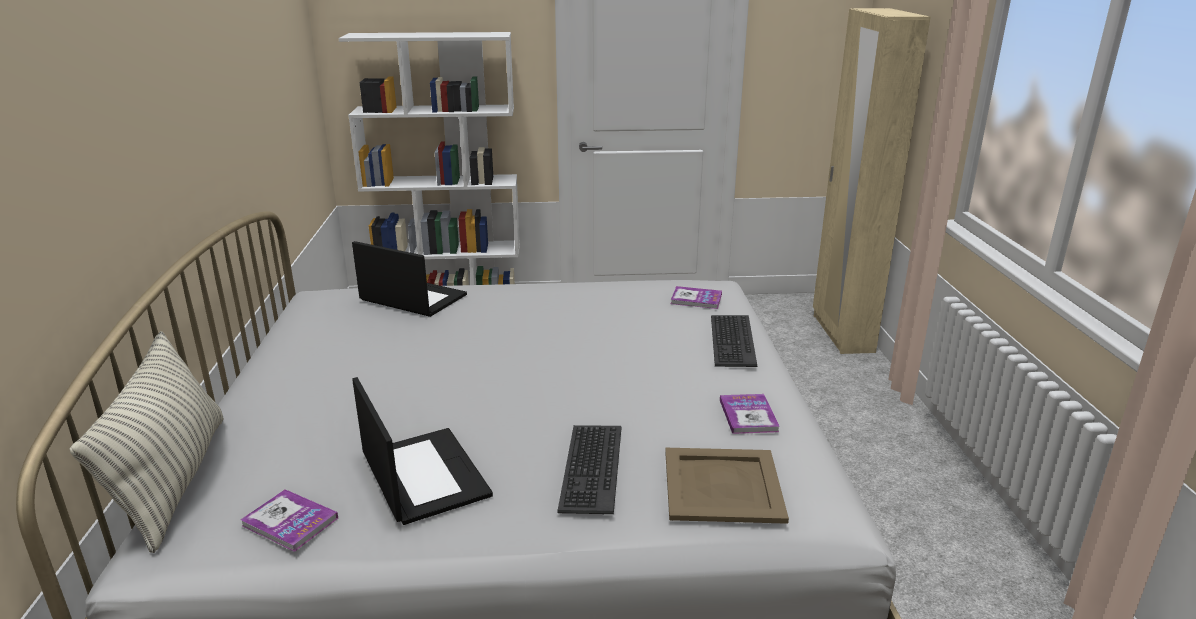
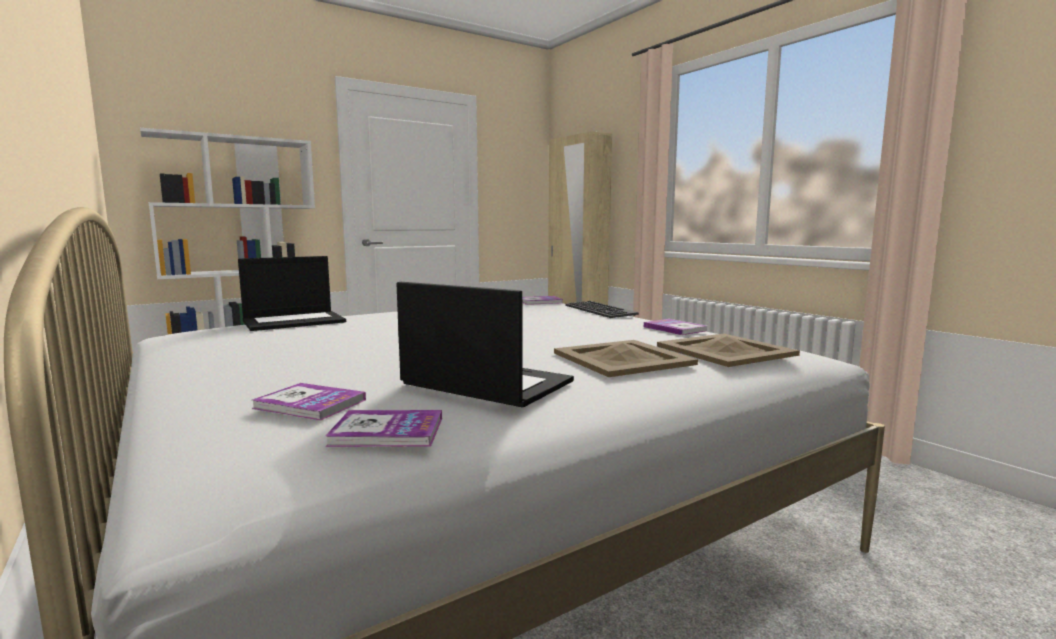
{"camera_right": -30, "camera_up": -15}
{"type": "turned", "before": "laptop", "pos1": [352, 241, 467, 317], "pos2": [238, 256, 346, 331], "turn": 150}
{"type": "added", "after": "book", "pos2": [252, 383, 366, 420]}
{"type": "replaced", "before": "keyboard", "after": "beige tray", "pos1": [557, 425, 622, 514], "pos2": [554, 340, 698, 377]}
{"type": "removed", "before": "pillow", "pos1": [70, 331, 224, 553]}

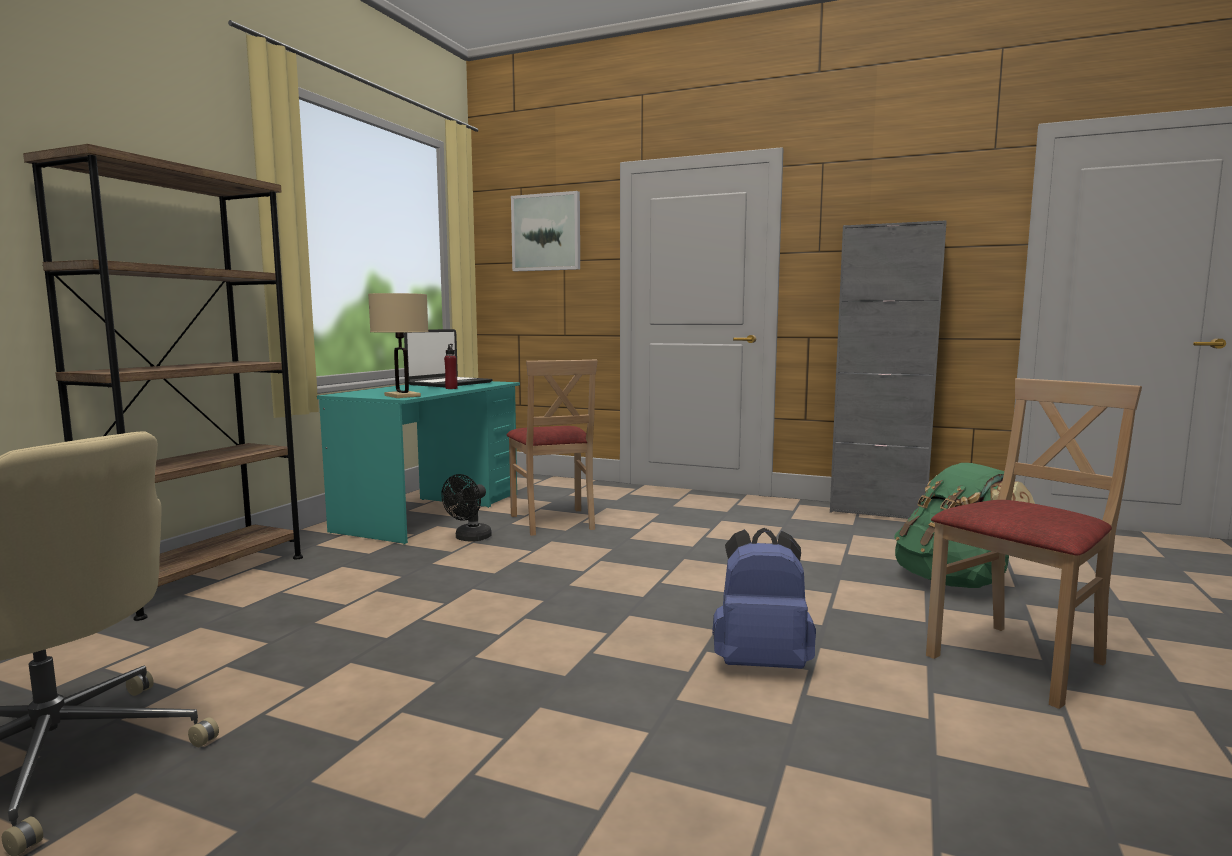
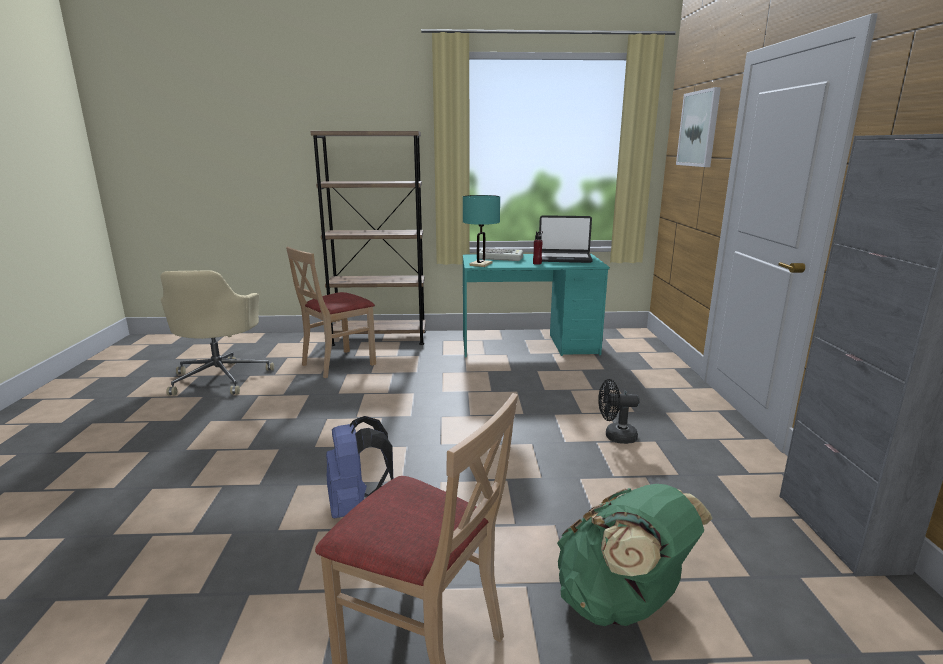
{"camera_right": 65, "camera_up": 10}
{"type": "moved", "before": "beige chair", "pos1": [507, 360, 598, 536], "pos2": [286, 247, 376, 378]}
{"type": "recoloured", "before": "beige table lamp", "after": "turquoise table lamp", "pos1": [368, 293, 428, 398], "pos2": [463, 195, 500, 267]}
{"type": "added", "after": "keyboard", "pos2": [479, 248, 523, 261]}
{"type": "moved", "before": "black fan", "pos1": [441, 474, 492, 542], "pos2": [598, 379, 639, 444]}

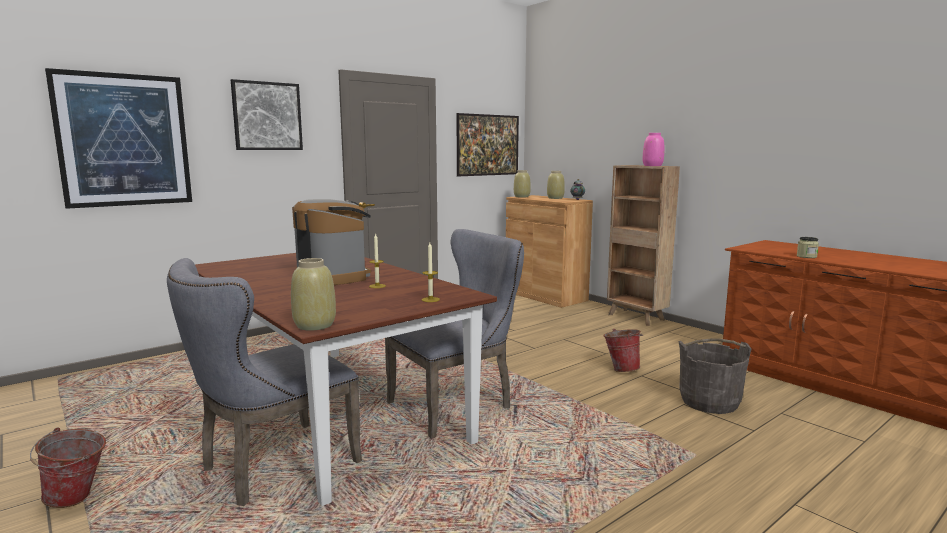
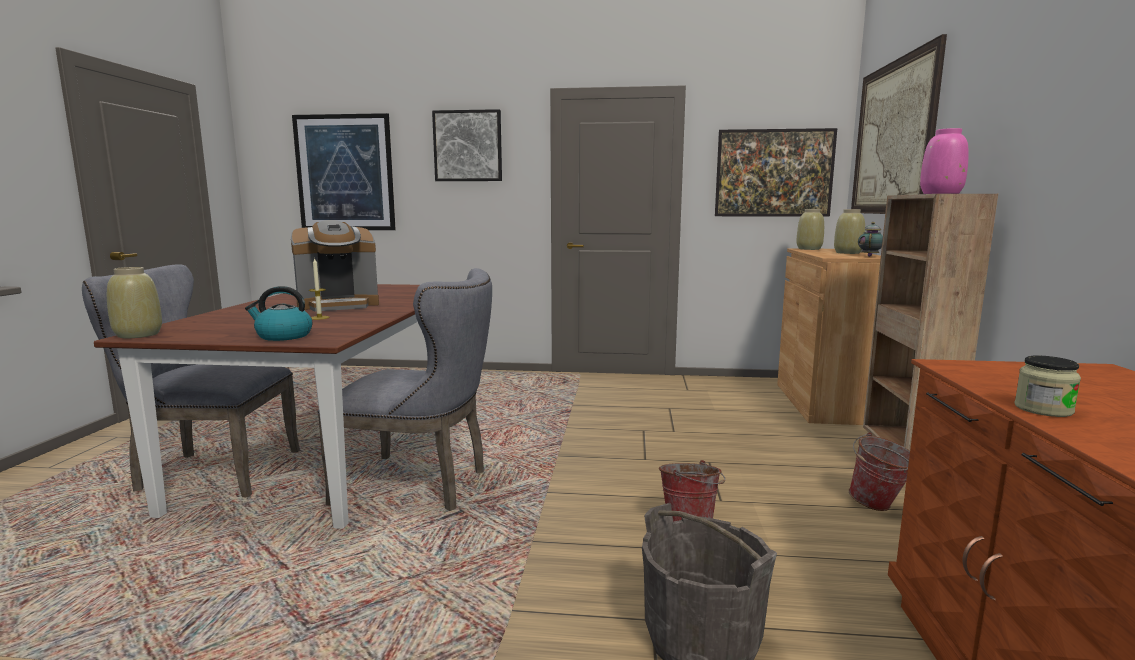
{"camera_right": 45, "camera_up": 0}
{"type": "replaced", "before": "candle", "after": "kettle", "pos1": [422, 243, 440, 302], "pos2": [245, 286, 312, 341]}
{"type": "turned", "before": "coffee machine", "pos1": [292, 199, 371, 285], "pos2": [291, 220, 379, 312], "turn": 60}
{"type": "moved", "before": "bucket", "pos1": [30, 427, 106, 508], "pos2": [849, 432, 910, 511]}
{"type": "added", "after": "picture", "pos2": [851, 34, 947, 214]}

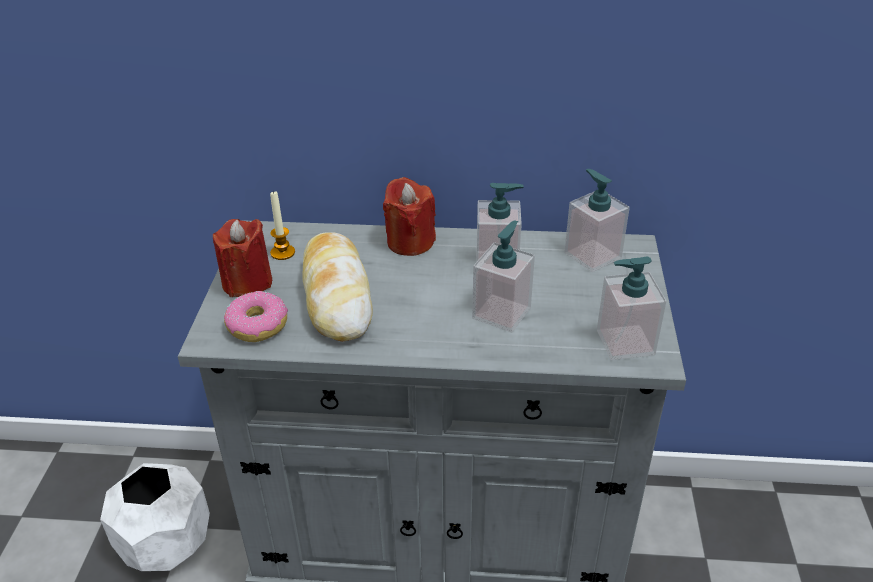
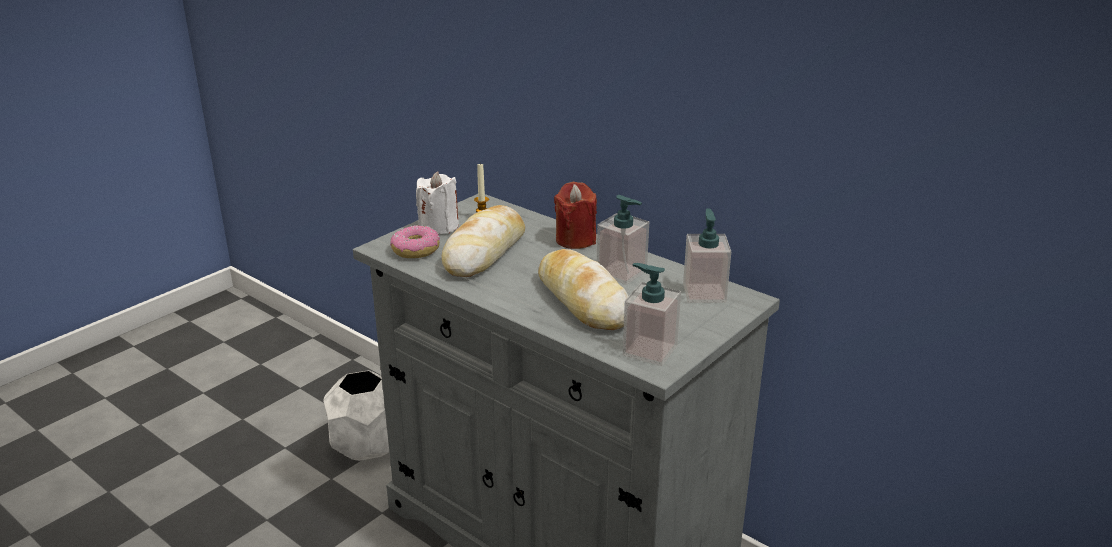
{"camera_right": 35, "camera_up": -10}
{"type": "recoloured", "before": "red candle", "after": "white candle", "pos1": [213, 219, 272, 297], "pos2": [416, 172, 459, 234]}
{"type": "replaced", "before": "soap dispenser", "after": "bread", "pos1": [472, 220, 535, 332], "pos2": [538, 249, 628, 330]}

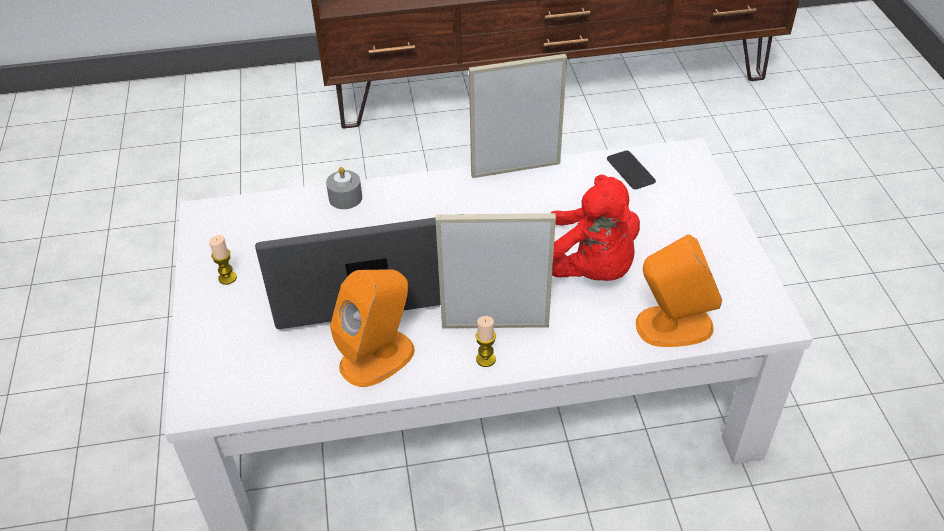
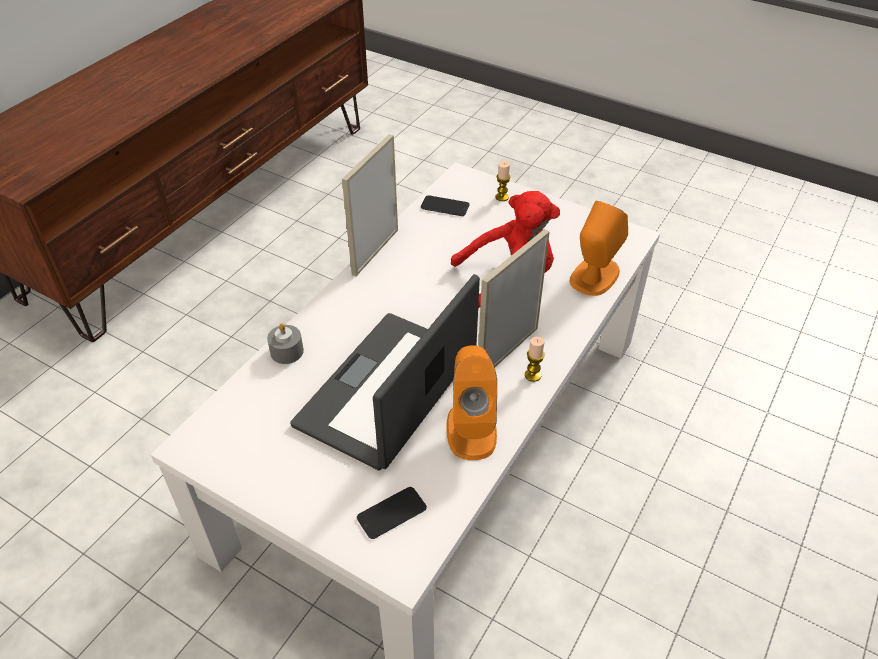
{"camera_right": -50, "camera_up": 0}
{"type": "added", "after": "phone", "pos2": [357, 487, 427, 539]}
{"type": "moved", "before": "candle", "pos1": [209, 235, 237, 285], "pos2": [496, 161, 511, 201]}

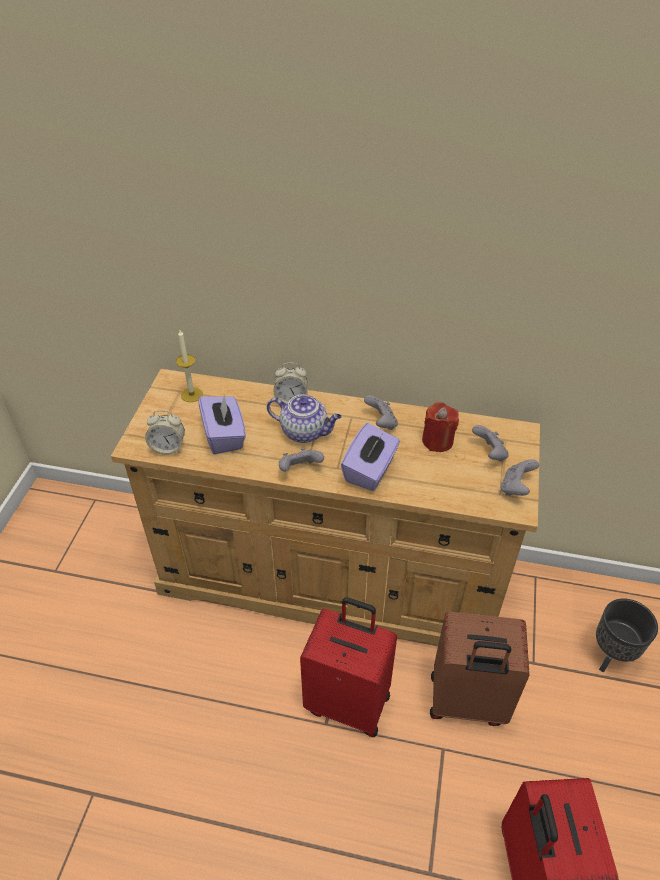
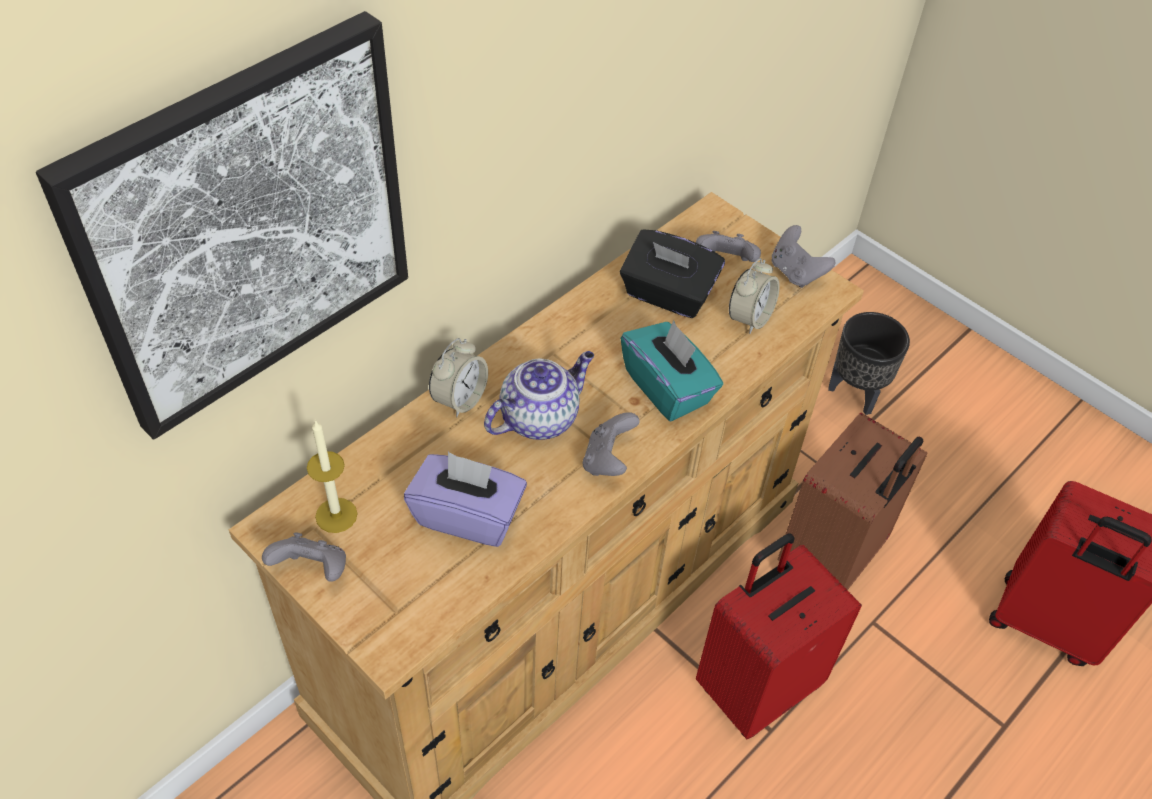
{"camera_right": -60, "camera_up": 5}
{"type": "added", "after": "picture", "pos2": [36, 11, 408, 440]}
{"type": "moved", "before": "grey game controller", "pos1": [364, 395, 398, 430], "pos2": [262, 532, 346, 582]}
{"type": "replaced", "before": "red candle", "after": "black tissue box", "pos1": [422, 402, 459, 452], "pos2": [620, 229, 725, 318]}
{"type": "recoloured", "before": "purple tissue box", "after": "turquoise tissue box", "pos1": [341, 423, 400, 491], "pos2": [621, 320, 723, 421]}
{"type": "moved", "before": "alarm clock", "pos1": [145, 410, 185, 455], "pos2": [729, 258, 780, 334]}

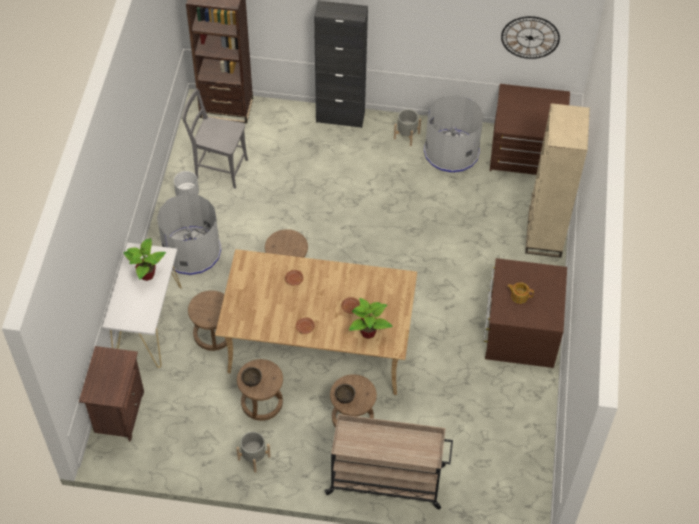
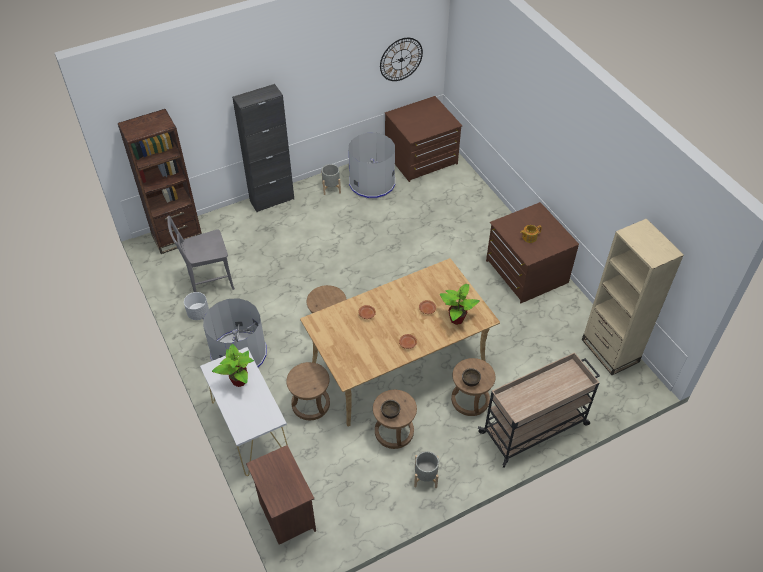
{"camera_right": -35, "camera_up": -5}
{"type": "moved", "before": "beige bookcase", "pos1": [525, 103, 590, 258], "pos2": [582, 218, 684, 375]}

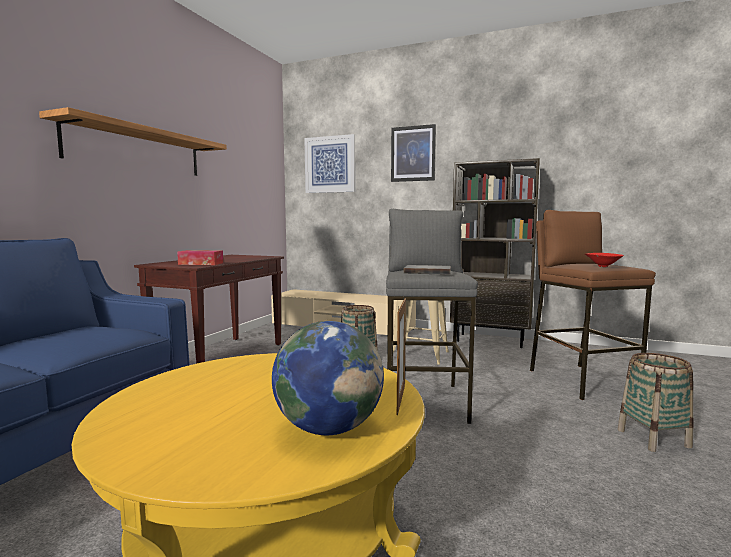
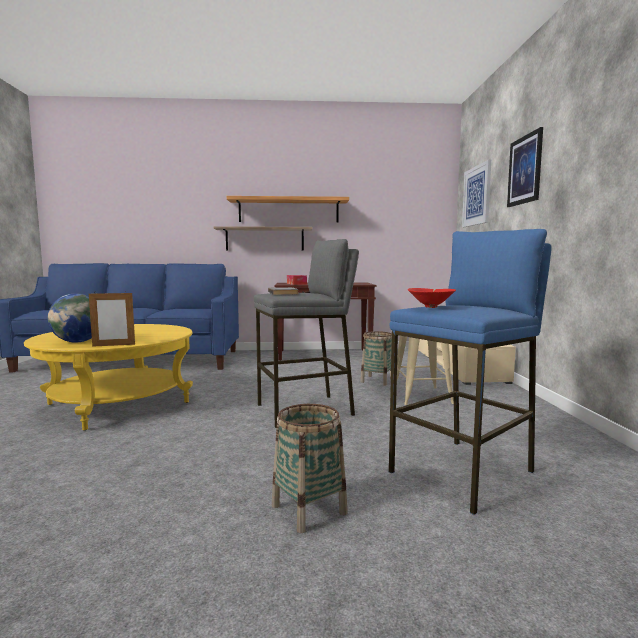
{"camera_right": 65, "camera_up": 0}
{"type": "added", "after": "shelf", "pos2": [214, 226, 312, 251]}
{"type": "recoloured", "before": "brown stool", "after": "blue stool", "pos1": [530, 210, 656, 400], "pos2": [389, 229, 552, 515]}
{"type": "removed", "before": "brown bookcase", "pos1": [450, 158, 540, 348]}

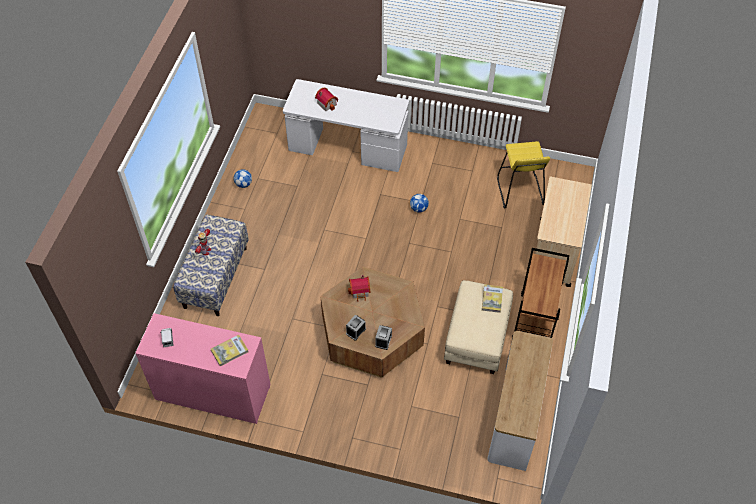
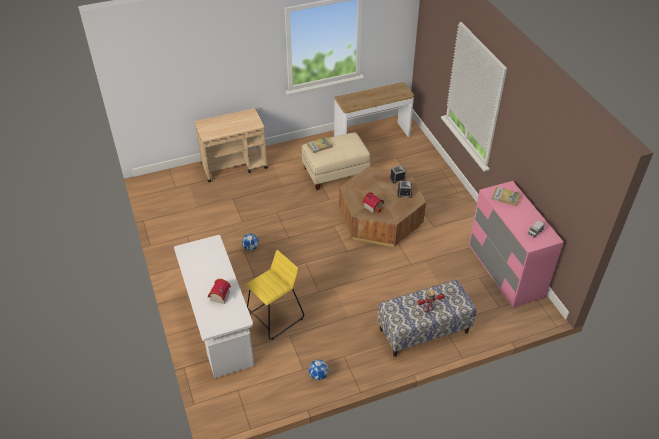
{"camera_right": -125, "camera_up": -10}
{"type": "moved", "before": "yellow stool", "pos1": [497, 141, 550, 208], "pos2": [246, 250, 304, 340]}
{"type": "removed", "before": "brown cart", "pos1": [512, 248, 569, 338]}

